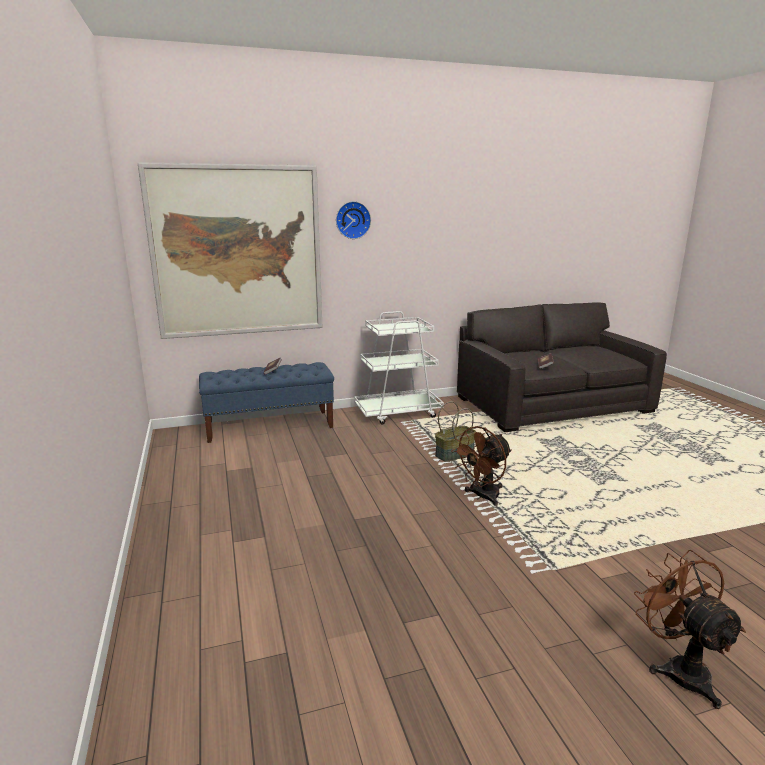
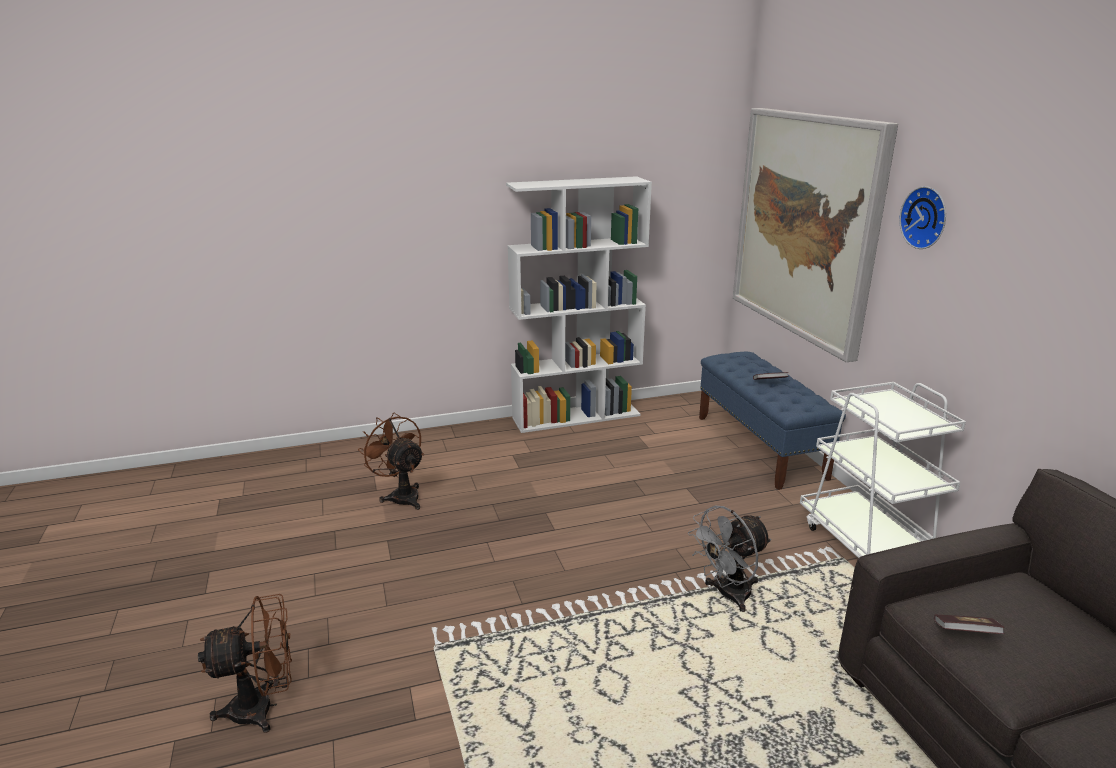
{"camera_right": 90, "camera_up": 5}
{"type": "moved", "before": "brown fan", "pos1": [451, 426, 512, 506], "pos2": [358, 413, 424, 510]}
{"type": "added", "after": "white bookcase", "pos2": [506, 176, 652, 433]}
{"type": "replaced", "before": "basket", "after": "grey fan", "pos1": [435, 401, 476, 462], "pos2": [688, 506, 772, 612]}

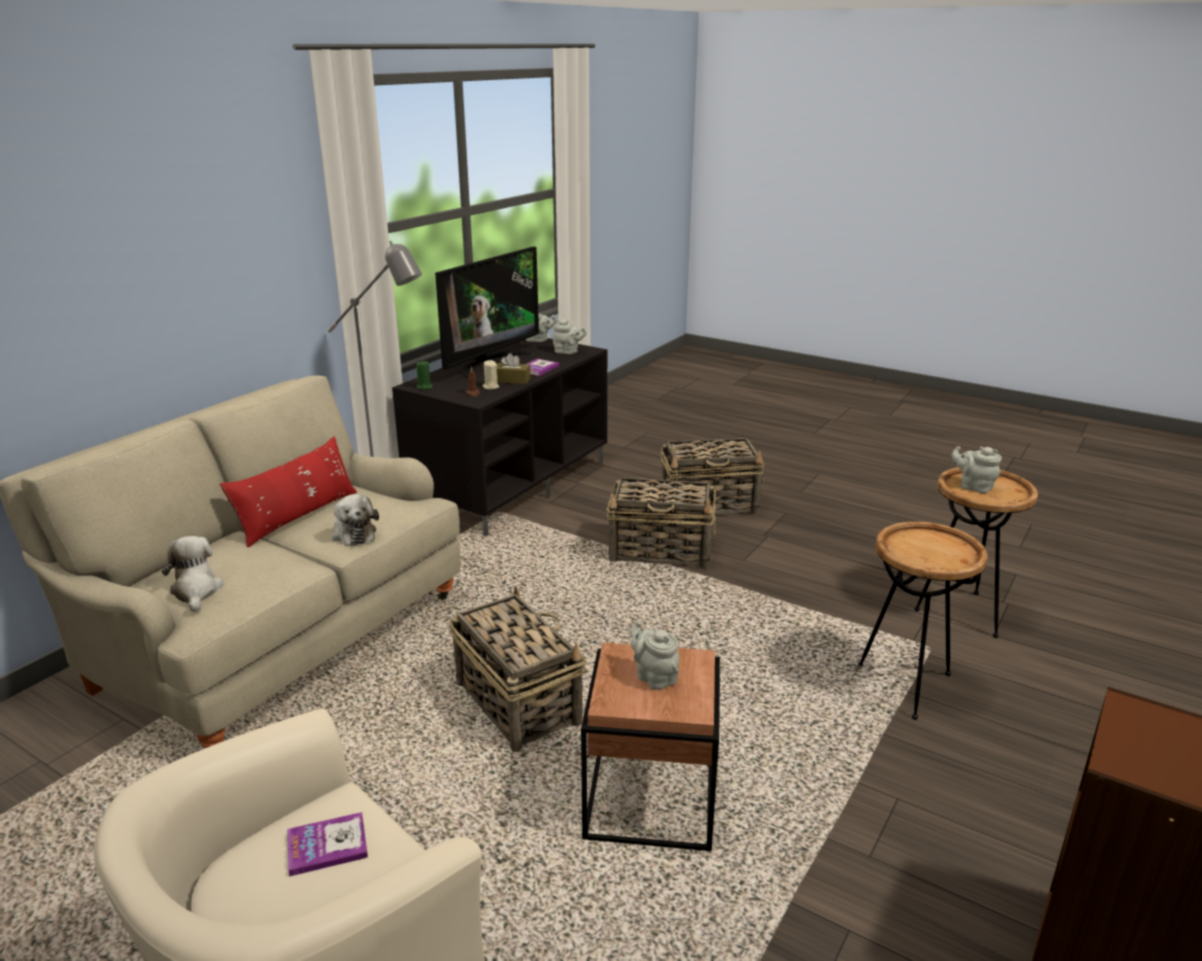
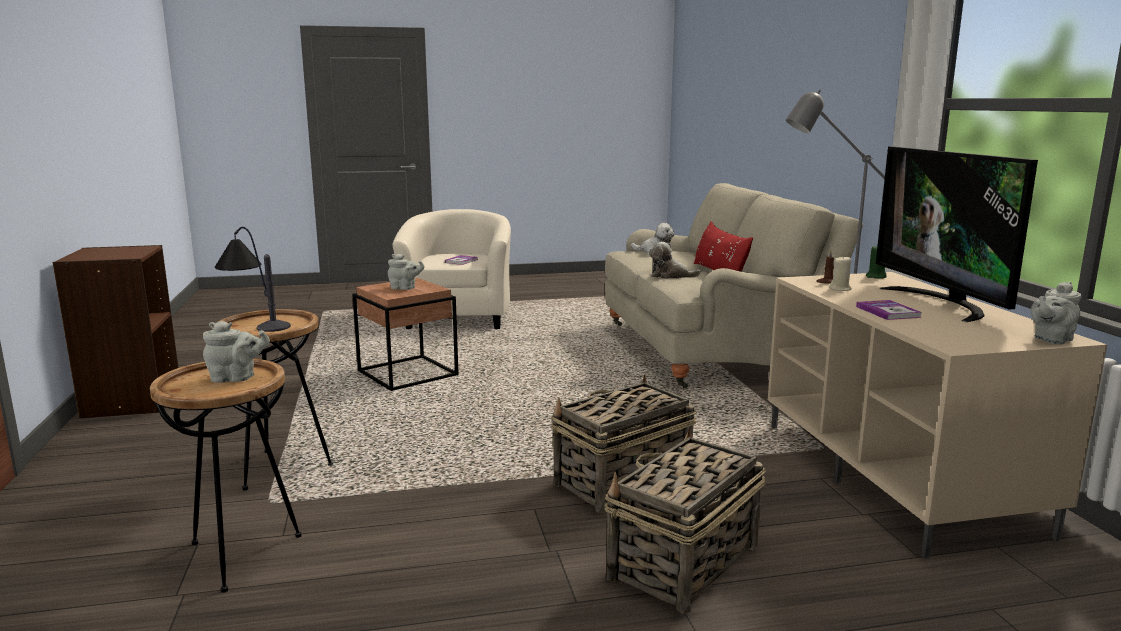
{"camera_right": 135, "camera_up": -10}
{"type": "added", "after": "table lamp", "pos2": [215, 227, 291, 332]}
{"type": "recoloured", "before": "black tv stand", "after": "beige tv stand", "pos1": [392, 338, 607, 536], "pos2": [768, 272, 1107, 558]}
{"type": "removed", "before": "basket", "pos1": [450, 586, 586, 752]}
{"type": "removed", "before": "brown tissue box", "pos1": [497, 353, 530, 384]}
{"type": "removed", "before": "grey teapot", "pos1": [552, 319, 587, 354]}

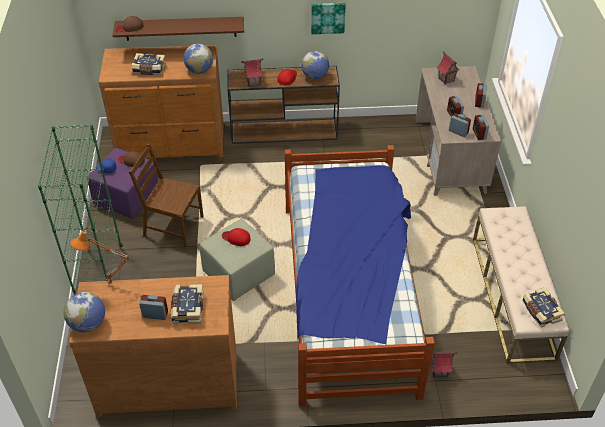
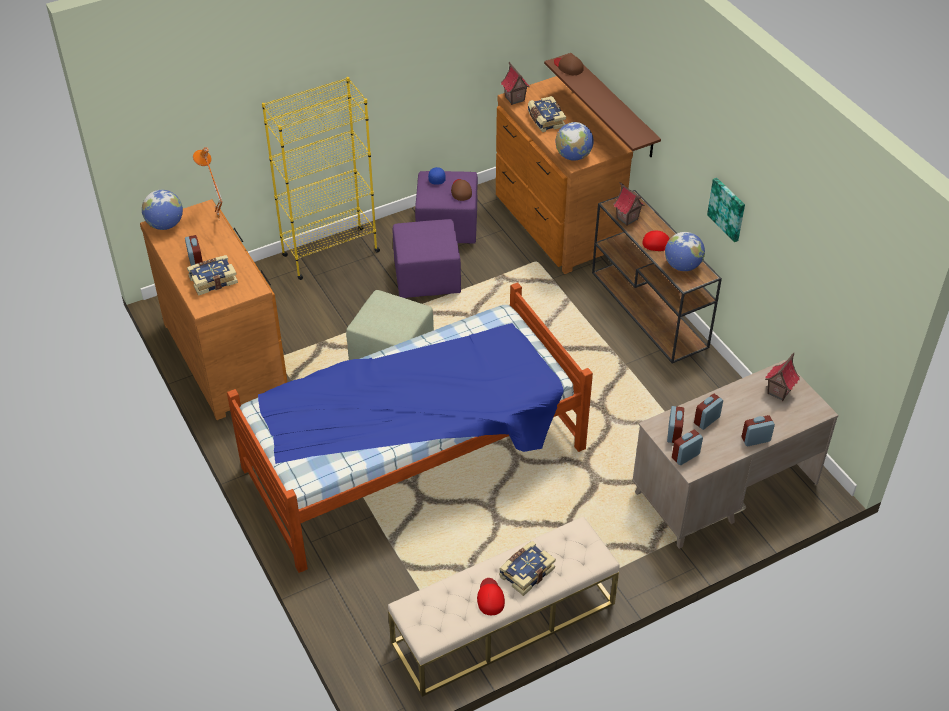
{"camera_right": 65, "camera_up": 0}
{"type": "recoloured", "before": "green bookcase", "after": "yellow bookcase", "pos1": [38, 124, 123, 295], "pos2": [262, 77, 380, 280]}
{"type": "replaced", "before": "brown chair", "after": "purple ottoman", "pos1": [129, 143, 204, 248], "pos2": [393, 219, 461, 298]}
{"type": "moved", "before": "red cap", "pos1": [222, 228, 251, 246], "pos2": [477, 578, 505, 615]}
{"type": "moved", "before": "book", "pos1": [522, 287, 565, 328], "pos2": [499, 541, 556, 596]}
{"type": "moved", "before": "toy house", "pos1": [432, 352, 458, 378], "pos2": [501, 62, 530, 105]}

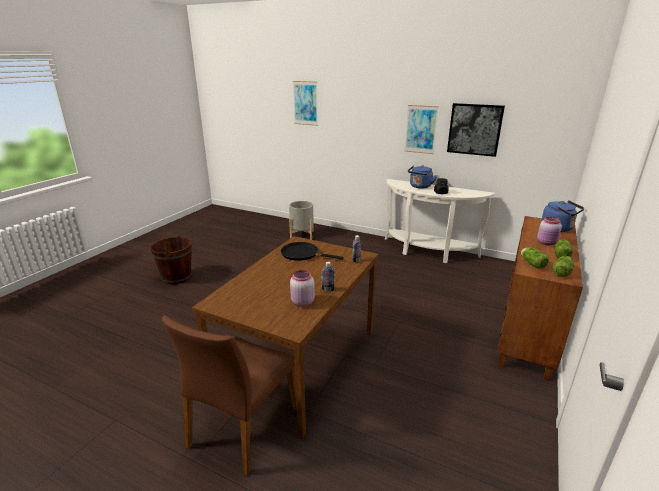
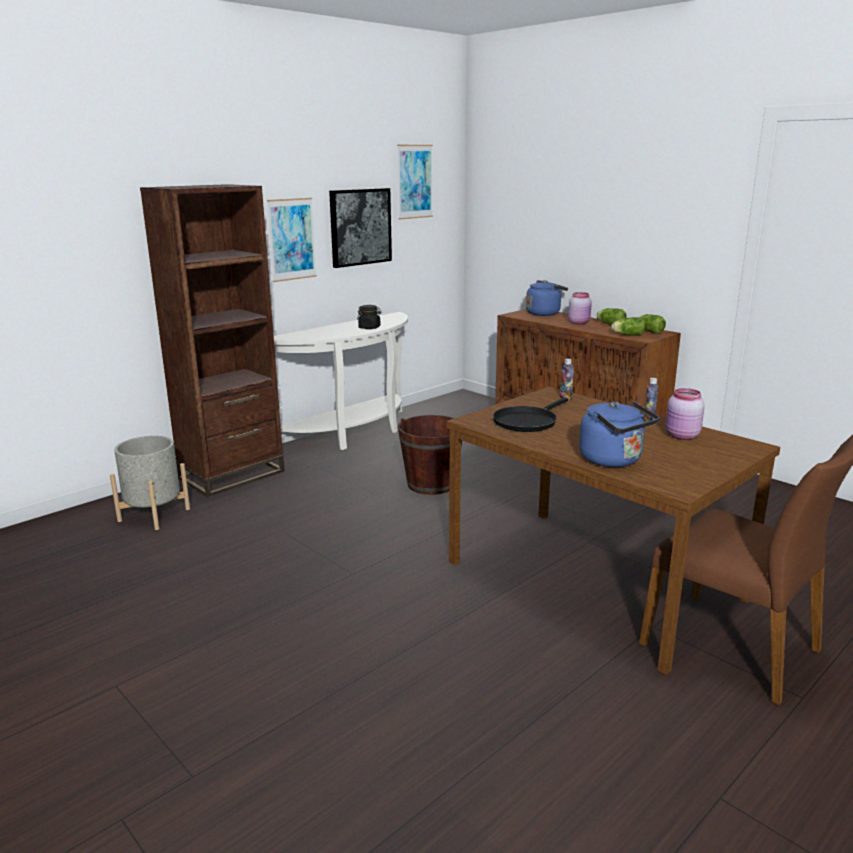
{"camera_right": -70, "camera_up": -5}
{"type": "added", "after": "brown bookcase", "pos2": [140, 184, 285, 497]}
{"type": "moved", "before": "picture", "pos1": [293, 81, 318, 126], "pos2": [397, 145, 433, 219]}
{"type": "moved", "before": "brown bucket", "pos1": [150, 235, 192, 284], "pos2": [398, 415, 462, 495]}
{"type": "moved", "before": "blue kettle", "pos1": [408, 165, 437, 188], "pos2": [579, 401, 659, 467]}

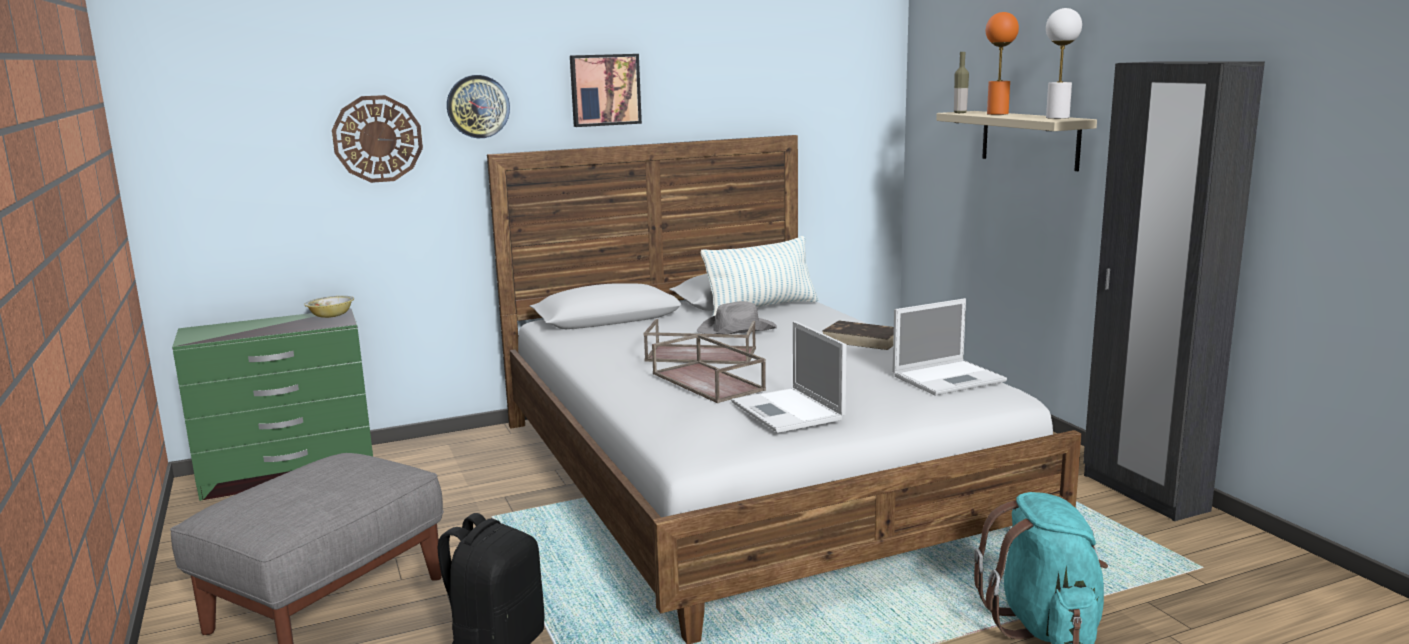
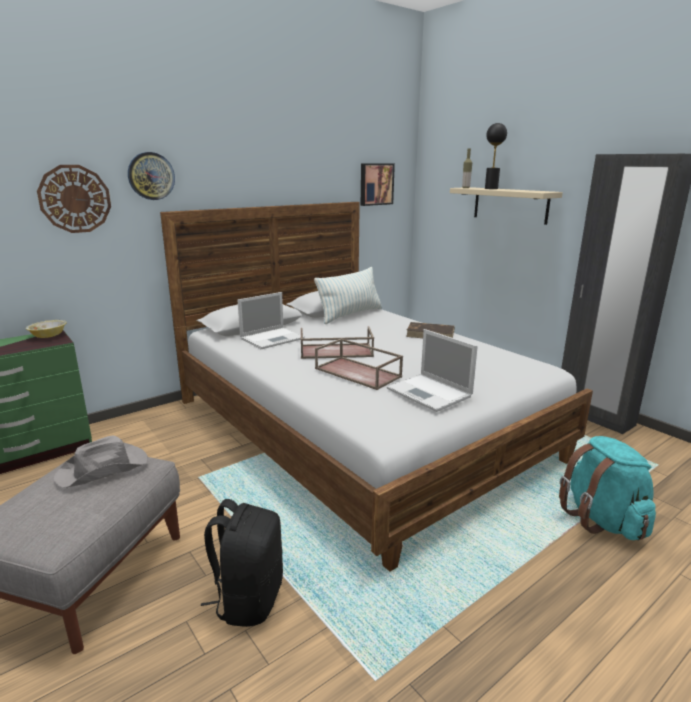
{"camera_right": -15, "camera_up": 5}
{"type": "moved", "before": "grey hat", "pos1": [697, 301, 777, 334], "pos2": [53, 435, 148, 488]}
{"type": "moved", "before": "laptop", "pos1": [893, 298, 1007, 396], "pos2": [237, 292, 305, 349]}
{"type": "moved", "before": "picture", "pos1": [570, 54, 642, 127], "pos2": [361, 164, 395, 206]}
{"type": "recoloured", "before": "orange table lamp", "after": "black table lamp", "pos1": [986, 12, 1019, 115], "pos2": [485, 123, 507, 189]}
{"type": "removed", "before": "white table lamp", "pos1": [1046, 8, 1082, 119]}

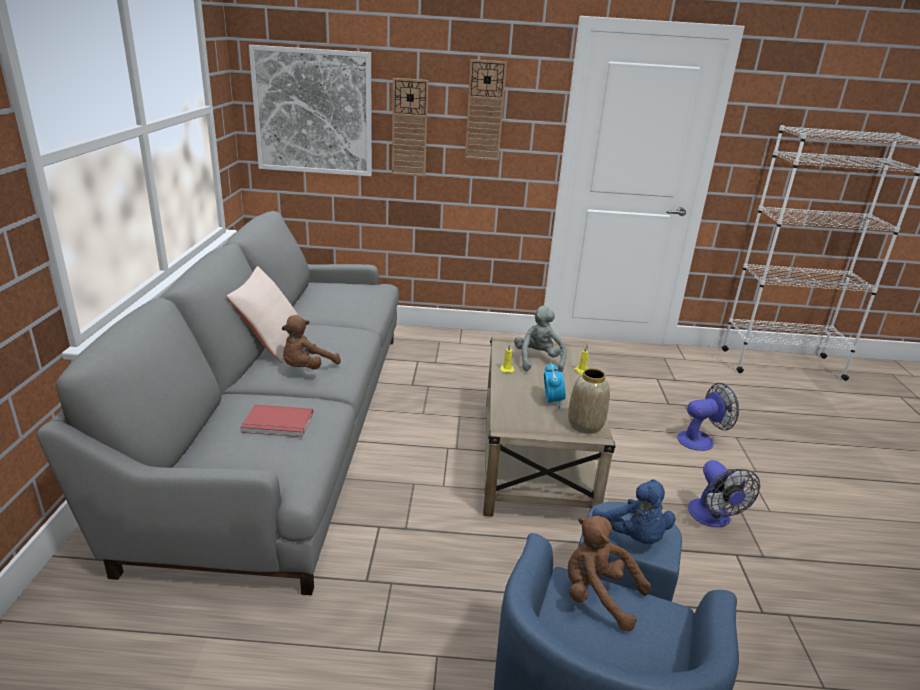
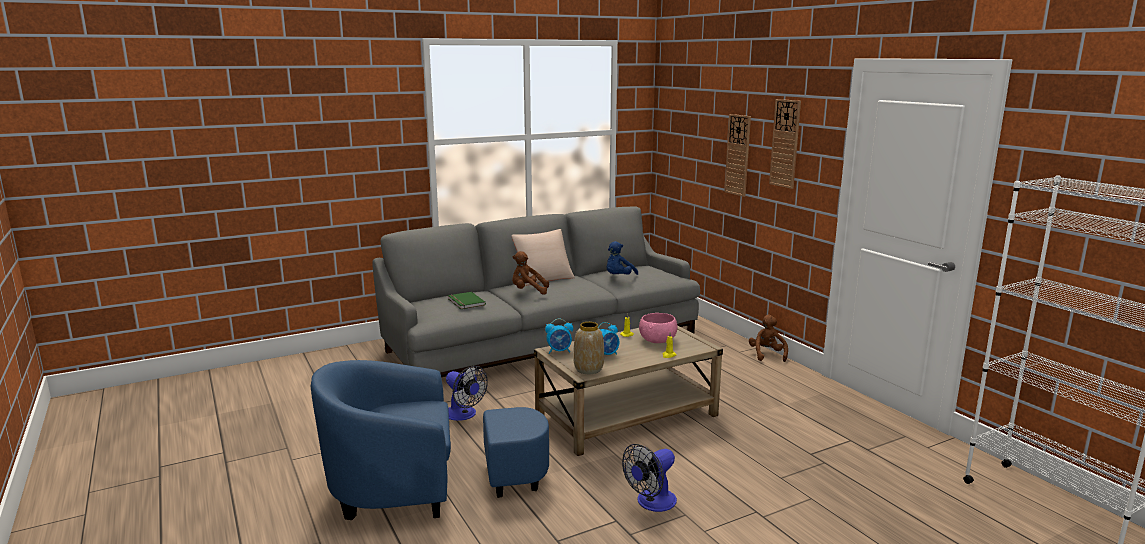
{"camera_right": 60, "camera_up": -10}
{"type": "moved", "before": "fan", "pos1": [677, 383, 739, 451], "pos2": [446, 366, 488, 421]}
{"type": "recoloured", "before": "red book", "after": "green book", "pos1": [240, 404, 313, 437], "pos2": [448, 292, 486, 309]}
{"type": "added", "after": "alarm clock", "pos2": [545, 318, 573, 354]}
{"type": "moved", "before": "blue plush toy", "pos1": [592, 479, 675, 544], "pos2": [607, 241, 638, 275]}
{"type": "replaced", "before": "grey plush toy", "after": "pink bowl", "pos1": [514, 306, 567, 372], "pos2": [639, 313, 678, 343]}
{"type": "moved", "before": "brown plush toy", "pos1": [568, 515, 651, 631], "pos2": [749, 315, 788, 362]}
{"type": "removed", "before": "picture", "pos1": [249, 45, 372, 176]}

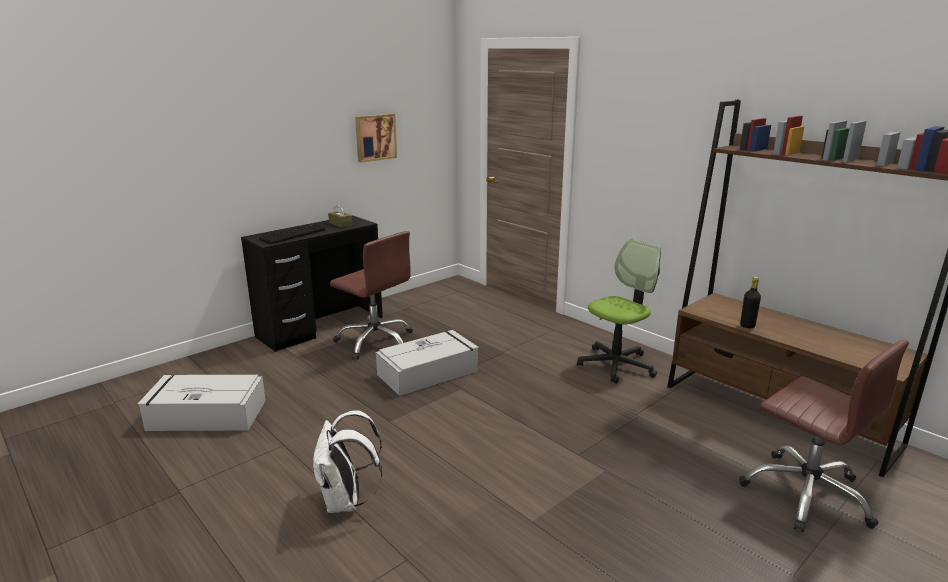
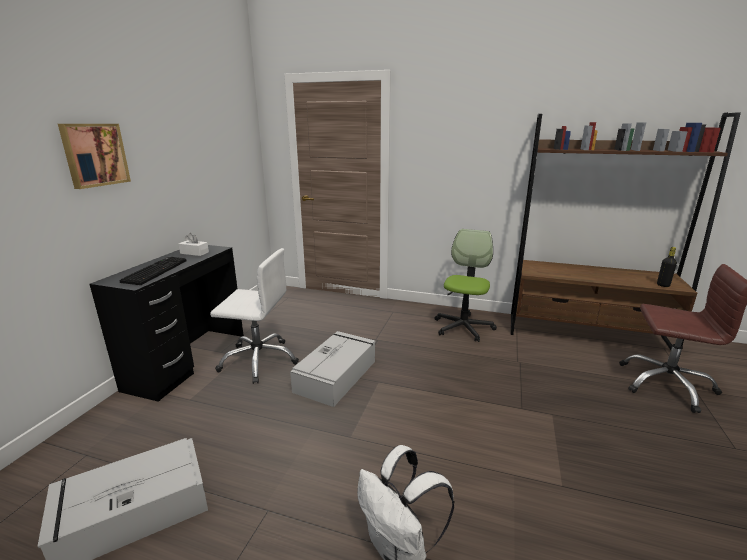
{"camera_right": -30, "camera_up": 0}
{"type": "moved", "before": "picture", "pos1": [355, 114, 397, 163], "pos2": [58, 124, 131, 189]}
{"type": "recoloured", "before": "brown tissue box", "after": "white tissue box", "pos1": [328, 204, 352, 228], "pos2": [179, 233, 209, 256]}
{"type": "recoloured", "before": "brown office chair", "after": "white office chair", "pos1": [330, 231, 413, 359], "pos2": [210, 248, 299, 384]}
{"type": "moved", "before": "black bottle", "pos1": [740, 276, 761, 329], "pos2": [657, 247, 677, 287]}

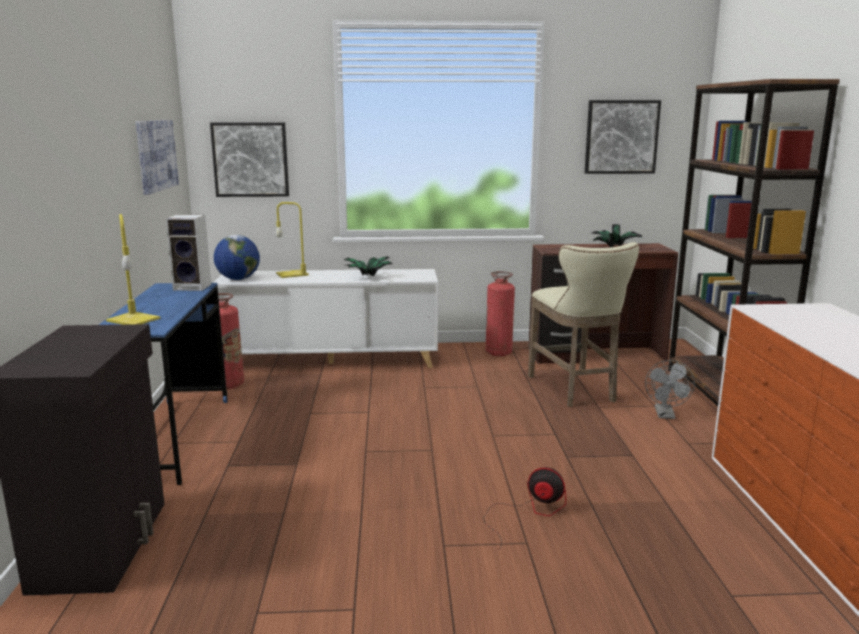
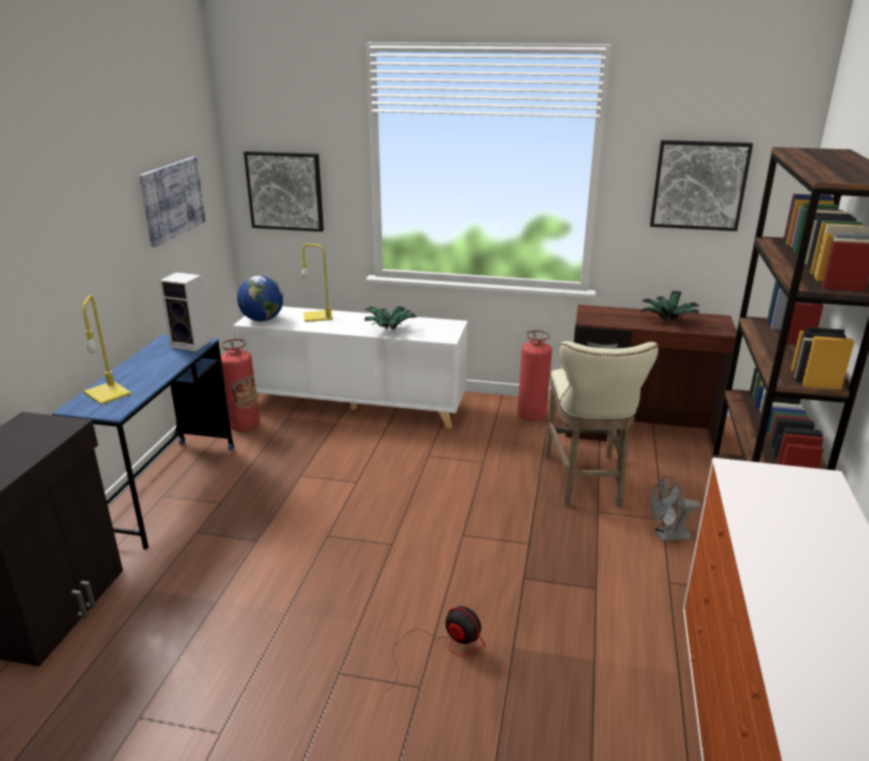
{"camera_right": 15, "camera_up": 10}
{"type": "turned", "before": "grey fan", "pos1": [645, 360, 695, 419], "pos2": [650, 476, 700, 542], "turn": 60}

